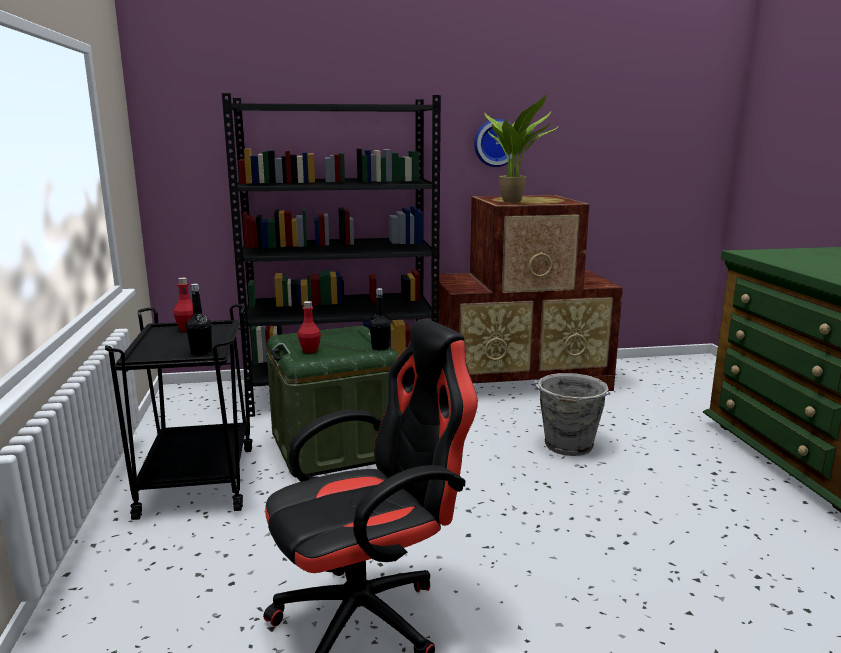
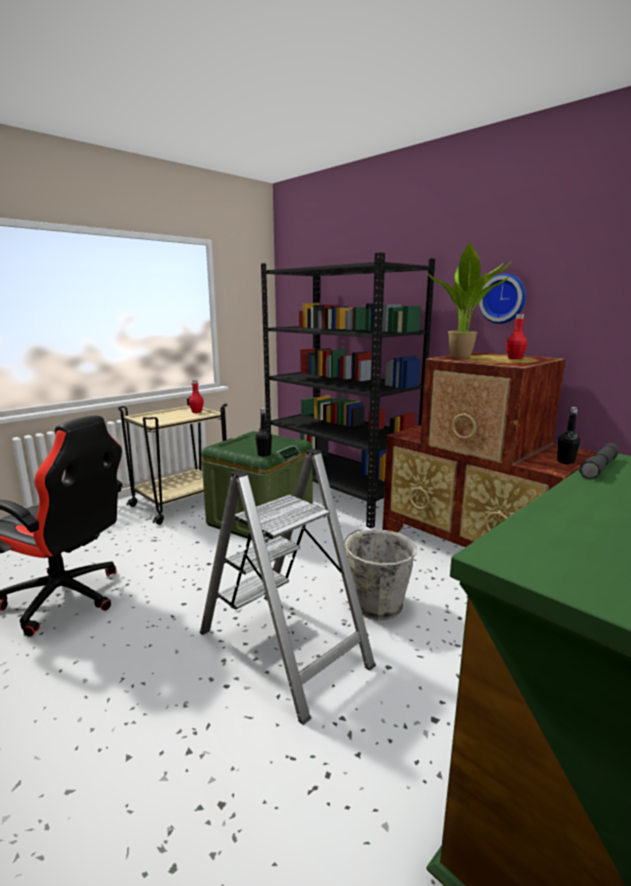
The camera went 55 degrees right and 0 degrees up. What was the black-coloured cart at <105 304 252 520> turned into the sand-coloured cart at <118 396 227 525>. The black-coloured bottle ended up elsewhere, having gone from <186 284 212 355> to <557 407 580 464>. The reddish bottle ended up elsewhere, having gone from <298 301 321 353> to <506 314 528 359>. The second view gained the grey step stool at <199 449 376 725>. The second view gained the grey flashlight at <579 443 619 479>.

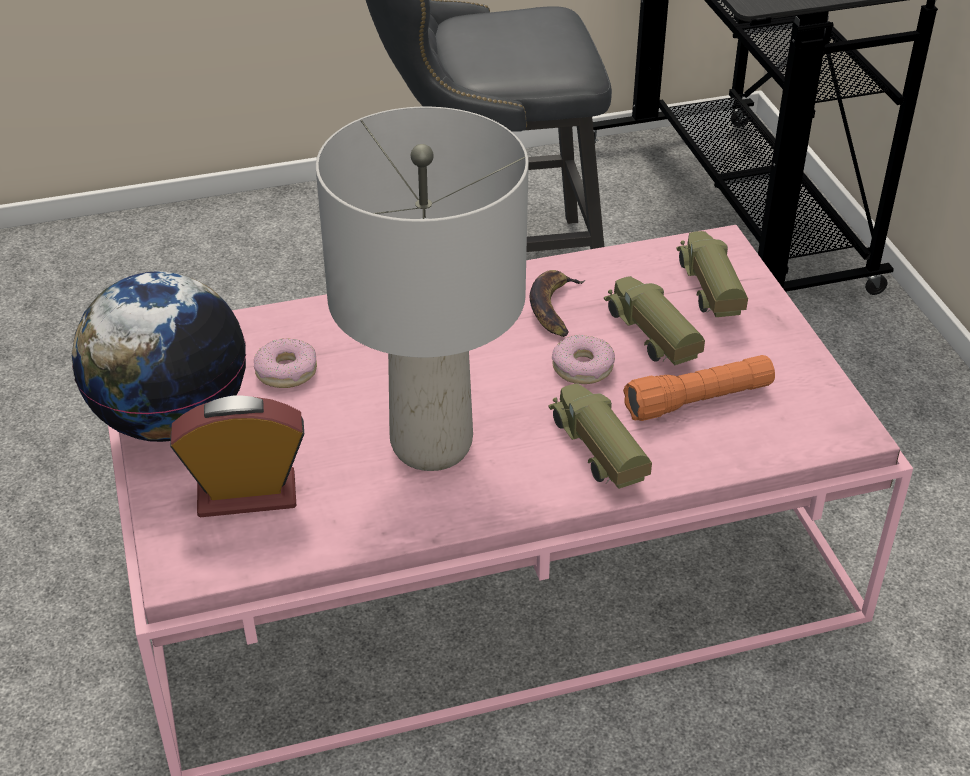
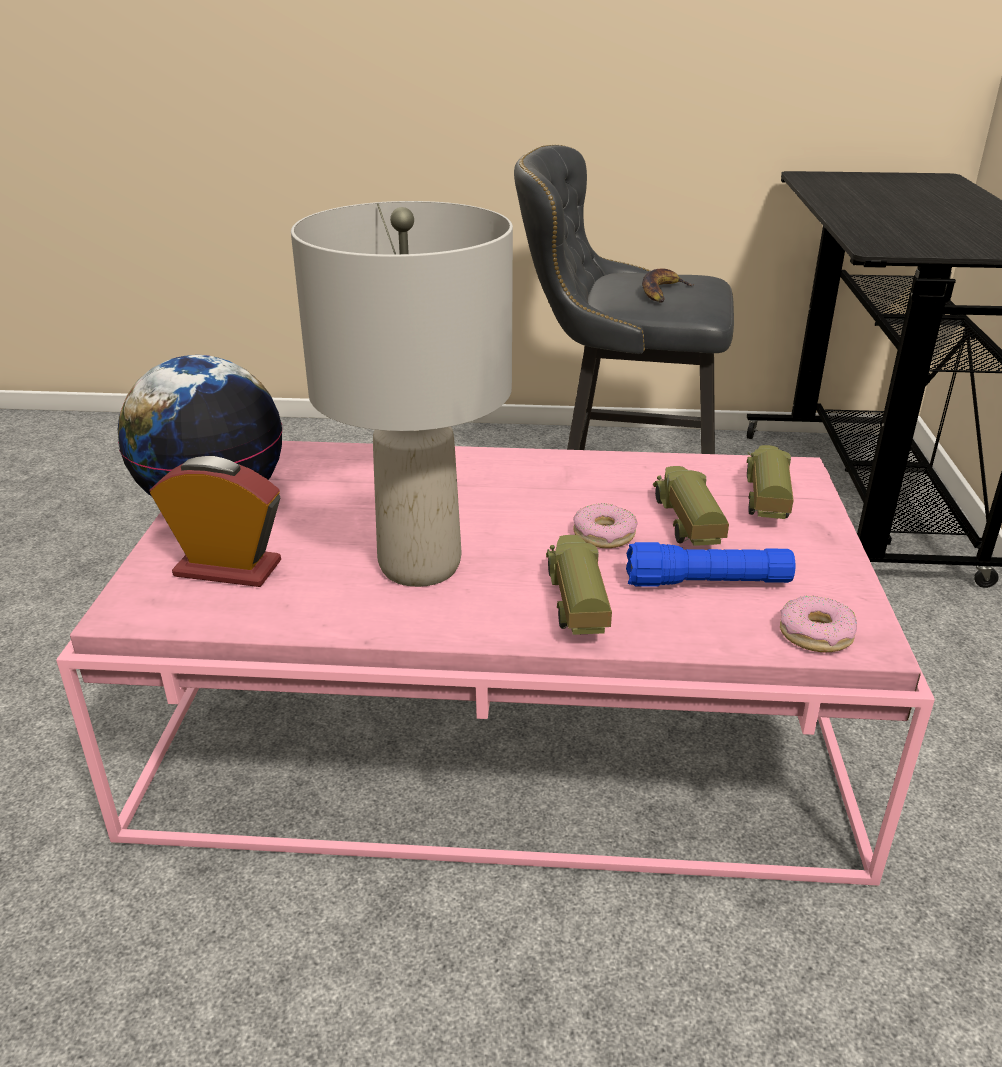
The camera went 20 degrees right and 10 degrees down. The donut ended up elsewhere, having gone from <254 339 317 388> to <780 596 857 652>. The whole banana ended up elsewhere, having gone from <530 270 585 337> to <642 269 694 303>. What was the orange-coloured flashlight at <623 355 775 421> turned into the bluish flashlight at <626 542 795 587>.

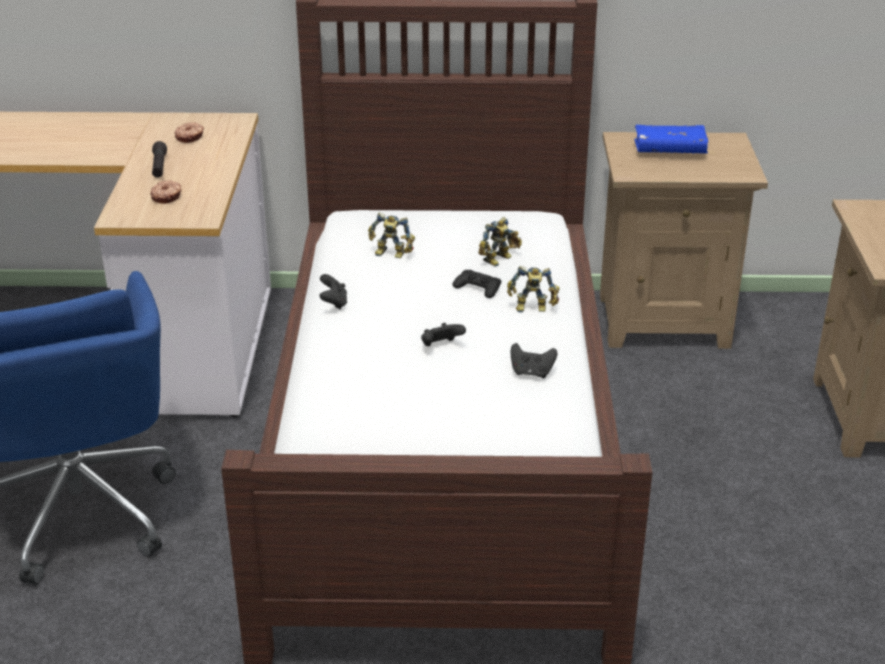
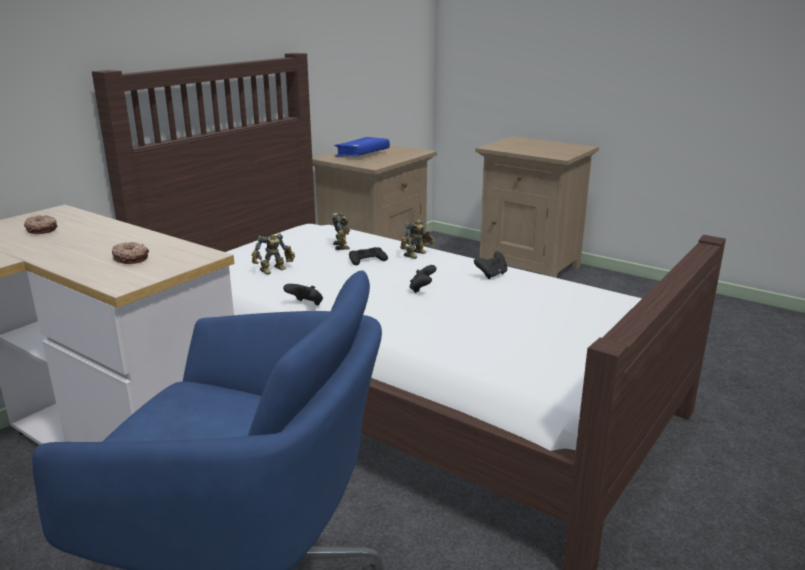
The camera went 55 degrees left and 10 degrees down. The second view lost the black-coloured flashlight at <152 141 167 178>.

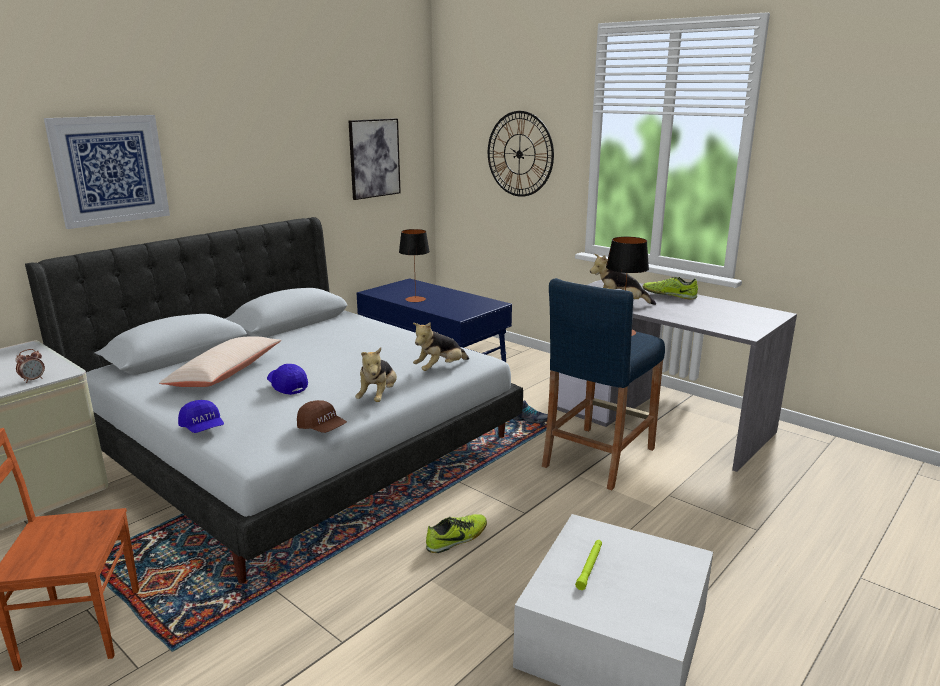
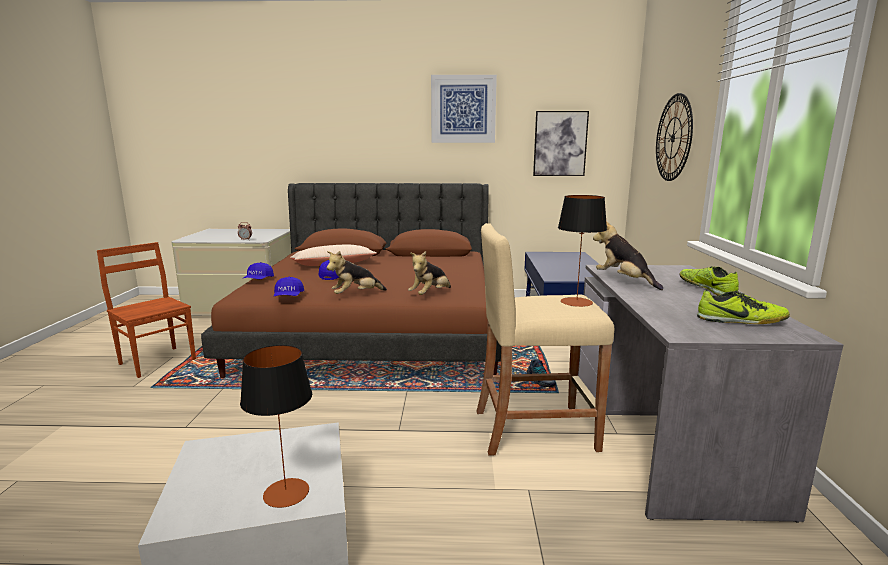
The camera went 50 degrees right and 5 degrees down. What was the grey bed at <25 217 523 584> turned into the brownish bed at <201 183 501 378>. The wall picture ended up elsewhere, having gone from <44 115 170 229> to <431 75 497 143>. What was the brownish peaked cap at <297 400 347 433> turned into the bluish peaked cap at <274 277 304 296>. The lamp for a table ended up elsewhere, having gone from <399 229 430 302> to <240 345 312 508>. The soft toy at <413 322 469 371> ended up facing another way, 60 degrees counterclockwise from before. The low shoe ended up elsewhere, having gone from <426 514 487 553> to <697 290 790 324>. What was the bluish stool at <542 278 665 490> turned into the sand-coloured stool at <476 223 614 456>. The second view lost the green-coloured flashlight at <575 540 602 590>.

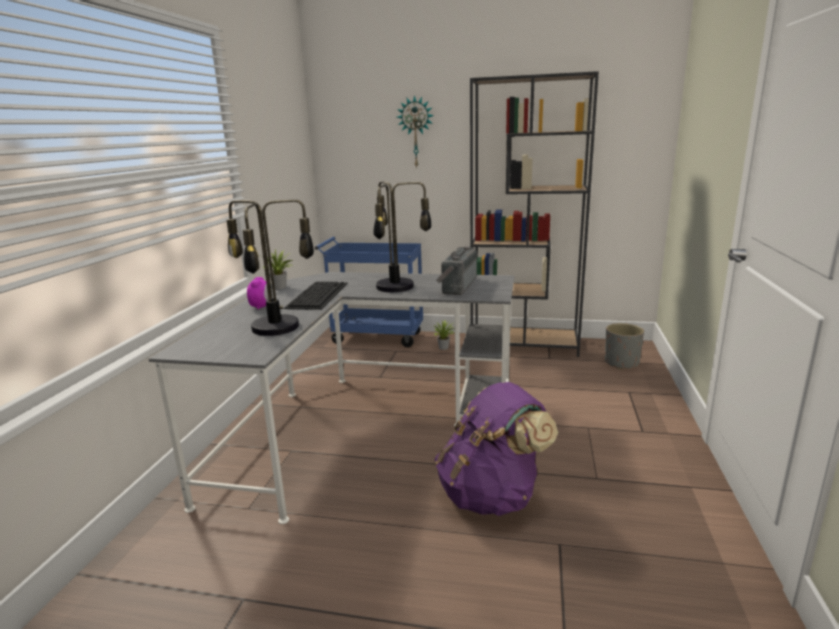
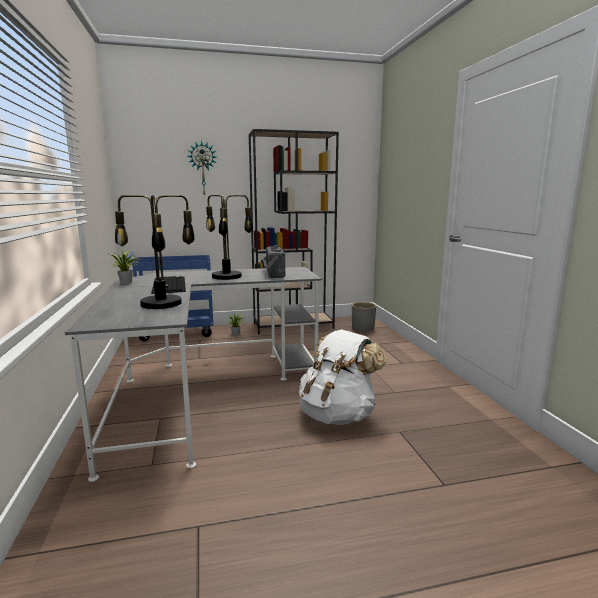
The camera went 25 degrees left and 5 degrees down. The second view lost the bedside clock at <247 277 269 310>. What was the purplish knapsack at <435 382 558 516> turned into the whitish knapsack at <299 330 387 425>.

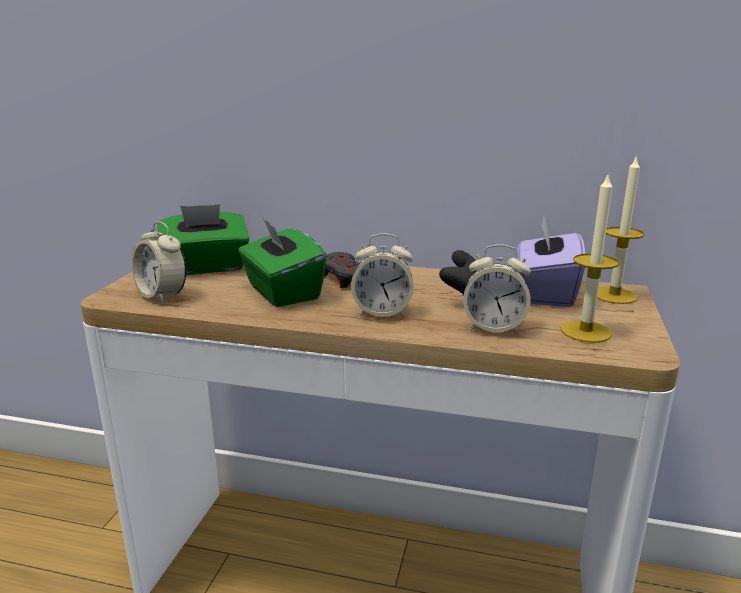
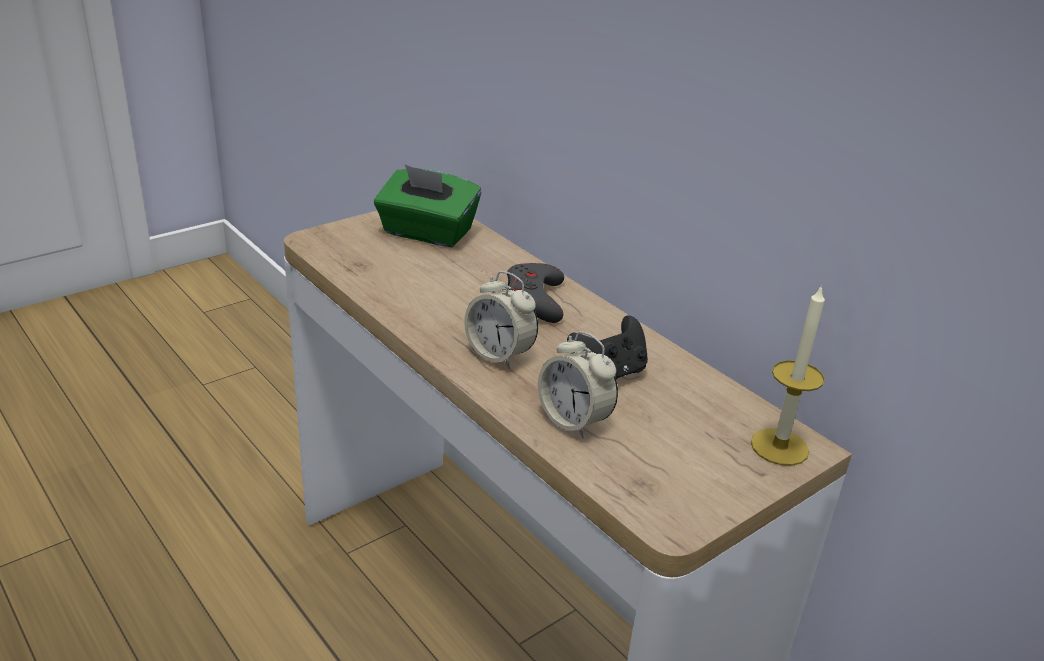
The camera went 35 degrees right and 10 degrees up. The second view lost the bedside clock at <132 221 186 303>. The second view lost the green-coloured box of tissues at <238 218 327 307>. The second view lost the purplish box of tissues at <517 217 585 307>. The second view lost the candle at <561 172 619 343>.

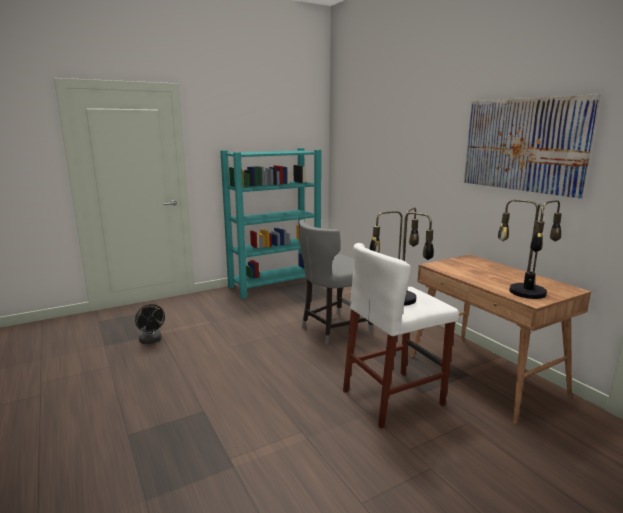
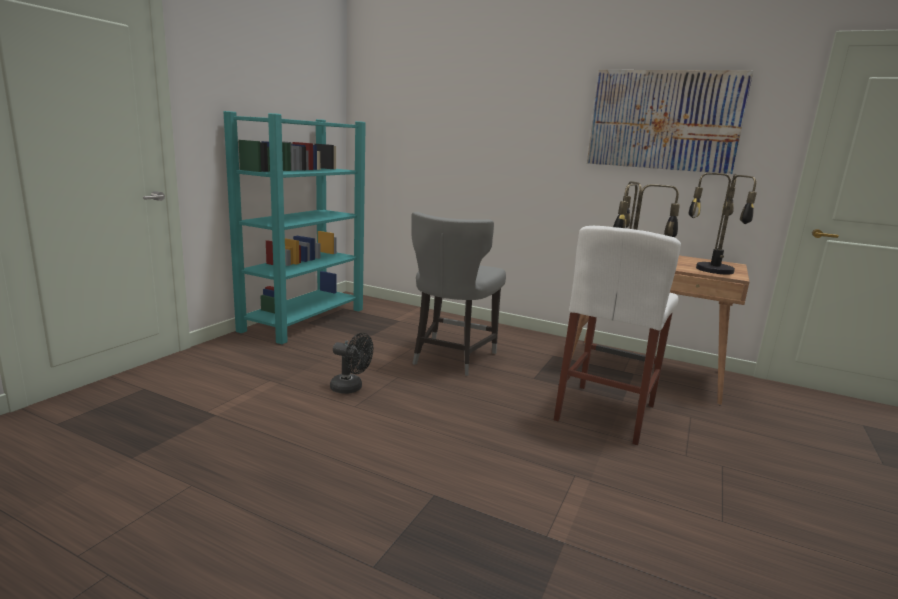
The camera went 35 degrees left and 0 degrees up. The black-coloured fan ended up elsewhere, having gone from <135 304 165 344> to <330 333 373 394>.

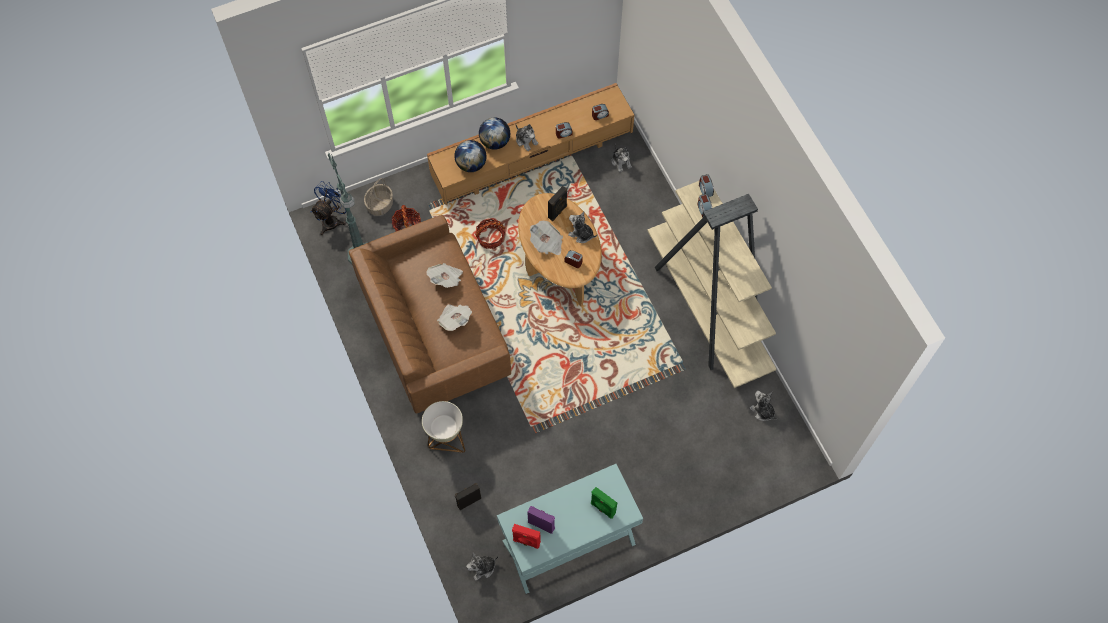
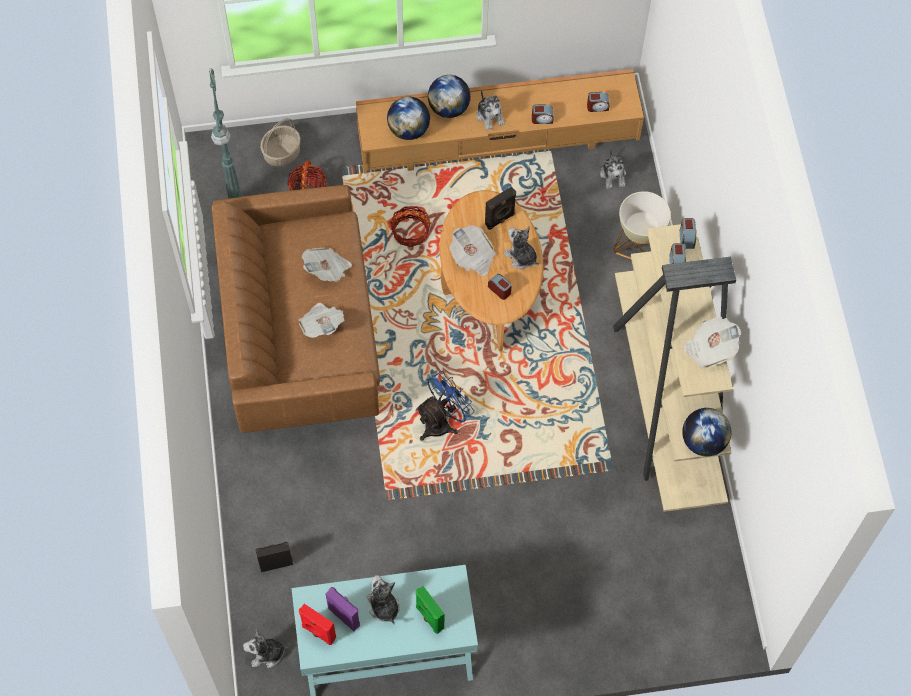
The camera went 15 degrees right and 0 degrees up. The bluish fan ended up elsewhere, having gone from <311 181 346 235> to <415 371 474 441>. The planter ended up elsewhere, having gone from <422 401 465 453> to <613 191 671 259>. The soft toy ended up elsewhere, having gone from <749 391 777 421> to <367 575 400 624>. The second view gained the desk globe at <682 408 732 456>. The second view gained the printed paper at <683 317 741 369>.

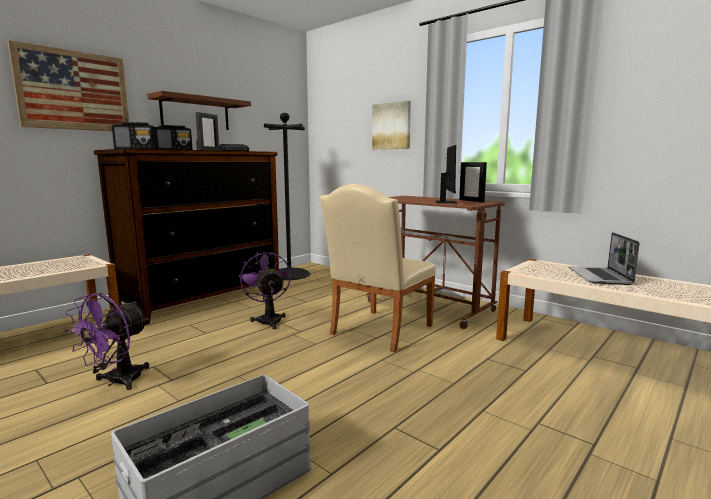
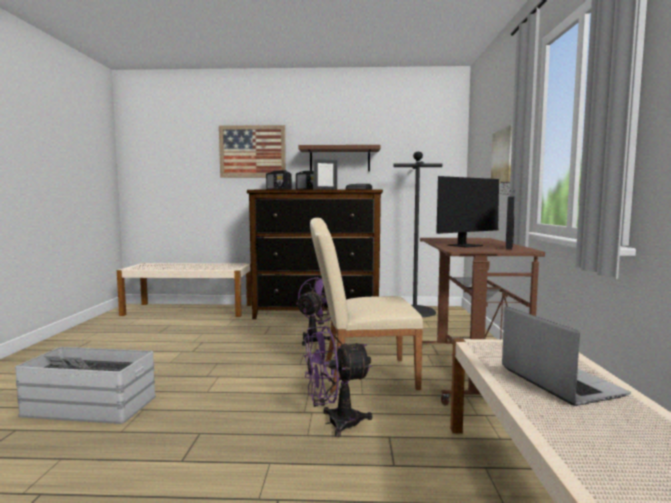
The camera went 50 degrees right and 5 degrees down. The purplish fan ended up elsewhere, having gone from <65 293 149 390> to <304 326 372 437>. The laptop at <569 232 640 285> ended up facing another way, 105 degrees clockwise from before.

